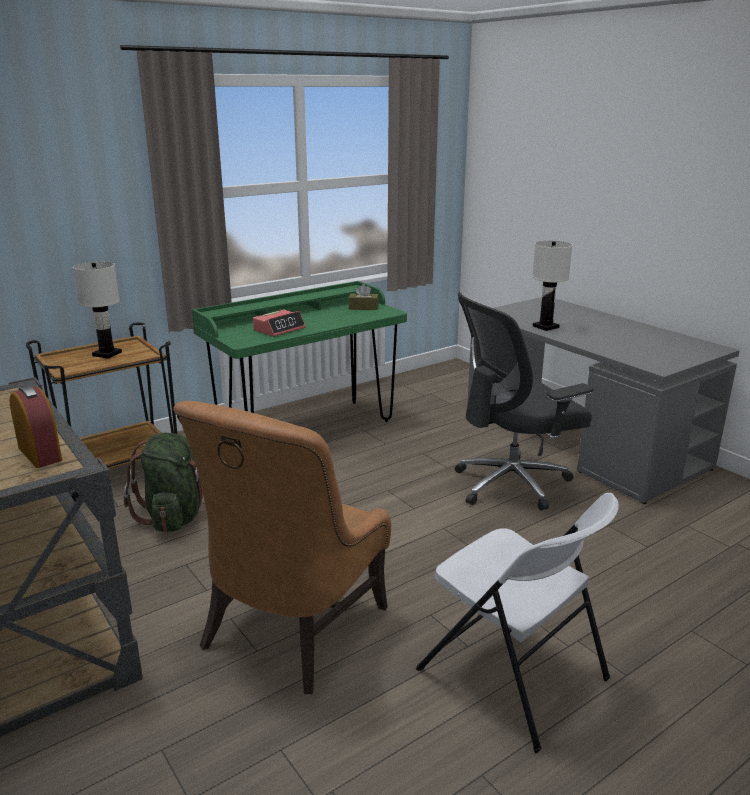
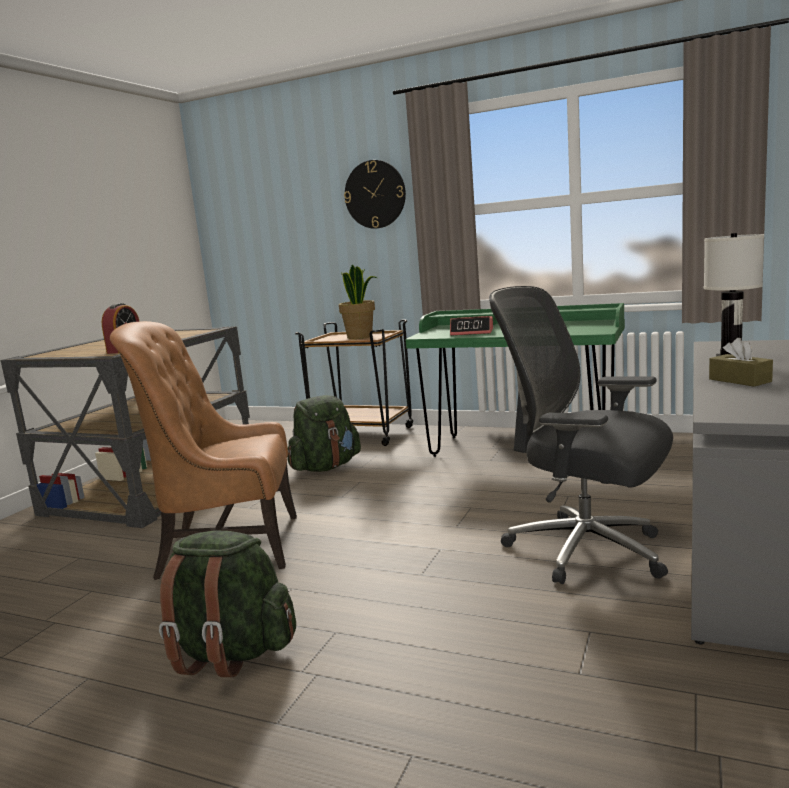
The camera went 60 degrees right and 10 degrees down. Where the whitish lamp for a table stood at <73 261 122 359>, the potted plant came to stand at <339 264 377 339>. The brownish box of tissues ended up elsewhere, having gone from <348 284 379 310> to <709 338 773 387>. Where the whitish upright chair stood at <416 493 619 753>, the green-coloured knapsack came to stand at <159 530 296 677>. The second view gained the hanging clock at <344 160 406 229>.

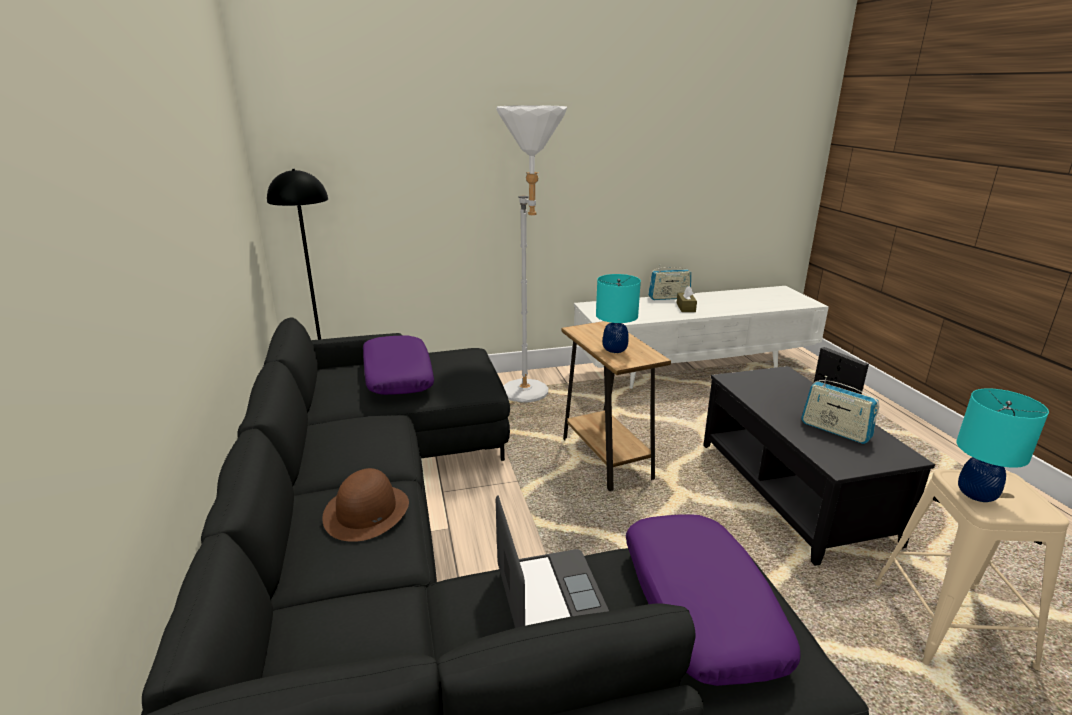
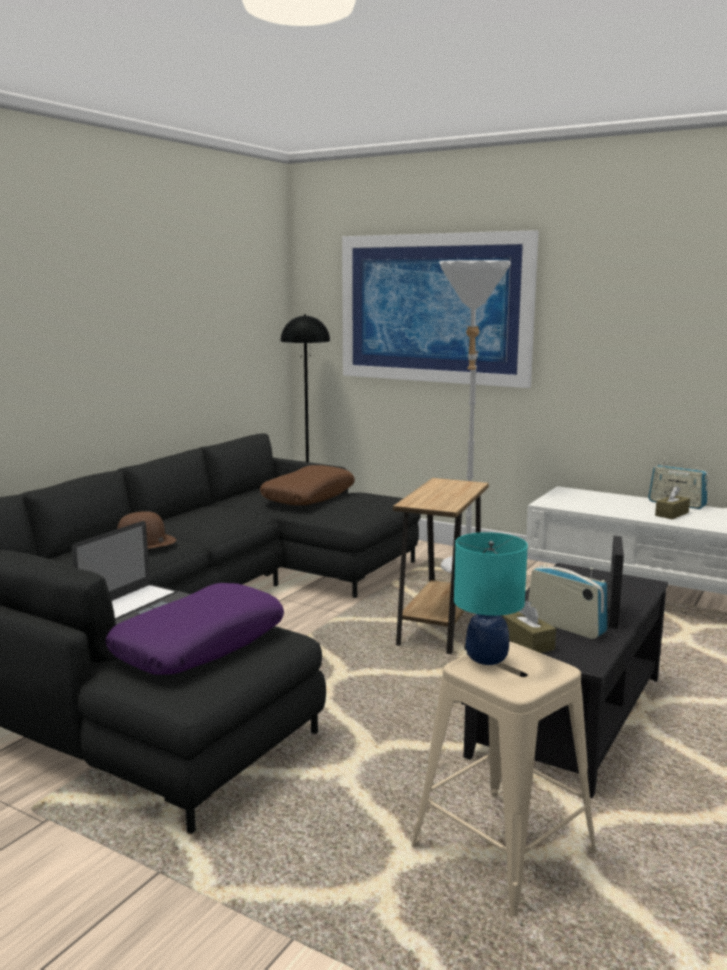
The camera went 45 degrees right and 10 degrees down. What was the purplish pillow at <363 335 434 395> turned into the brownish pillow at <260 465 355 505>. The second view lost the turquoise-coloured lamp for a table at <596 274 641 353>. The radio at <801 376 880 444> ended up facing another way, 135 degrees clockwise from before. The second view gained the wall picture at <342 230 539 388>. The second view gained the brownish box of tissues at <502 601 556 653>.

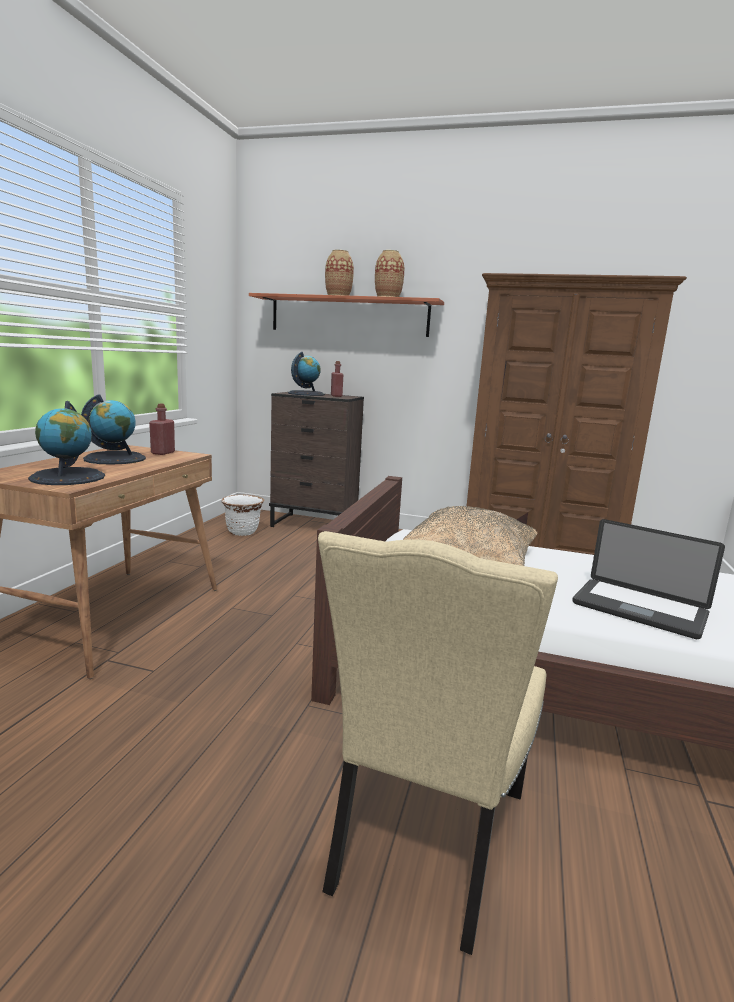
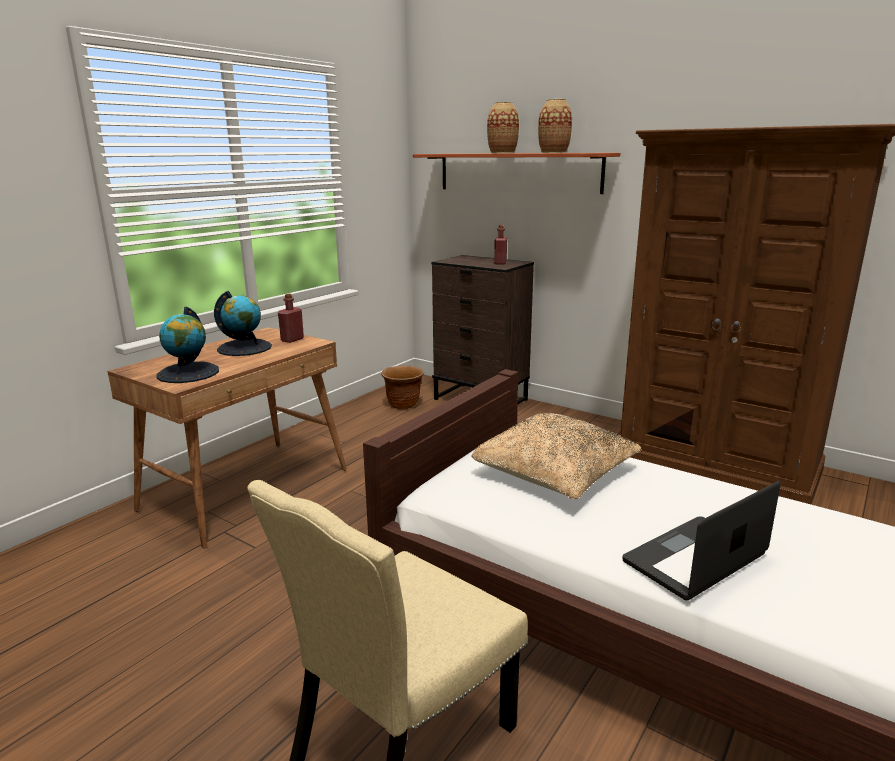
The camera went 20 degrees right and 5 degrees up. What was the whitish planter at <221 495 264 536> turned into the brownish planter at <381 365 424 409>. The second view lost the desk globe at <288 352 325 396>. The laptop at <572 519 725 639> ended up facing another way, 90 degrees clockwise from before.

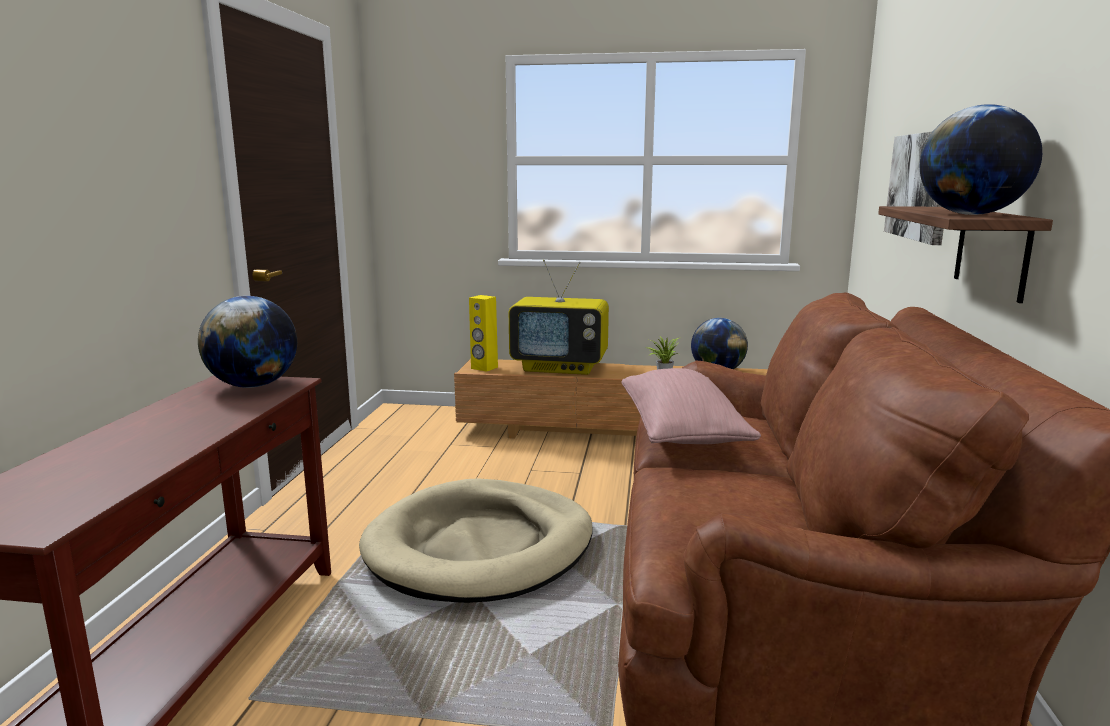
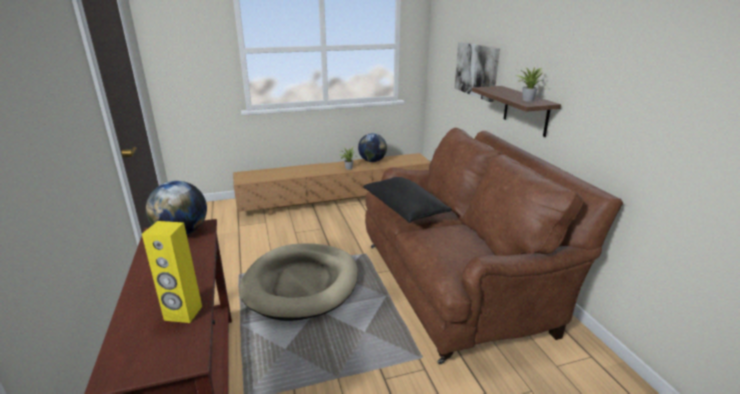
The camera went 25 degrees left and 10 degrees up. The yellowish loudspeaker ended up elsewhere, having gone from <469 295 498 372> to <142 221 202 323>. The second view lost the TV set at <509 260 609 375>. What was the pinkish pillow at <621 368 761 444> turned into the black-coloured pillow at <363 177 452 223>. Where the desk globe stood at <920 104 1042 215>, the potted plant came to stand at <515 67 544 102>.

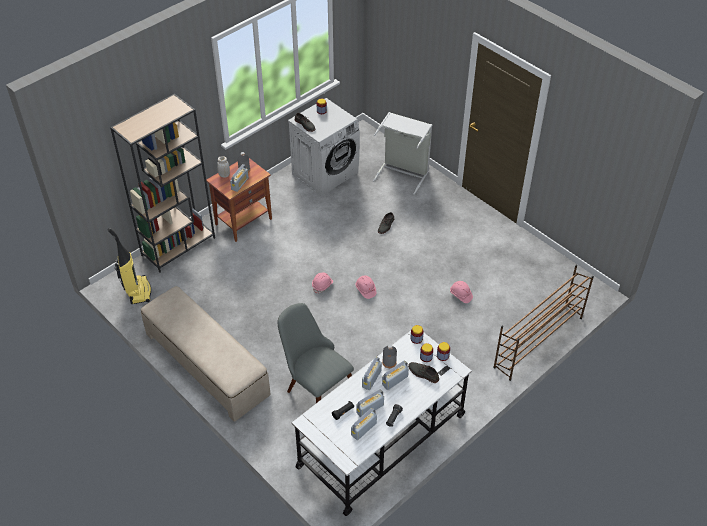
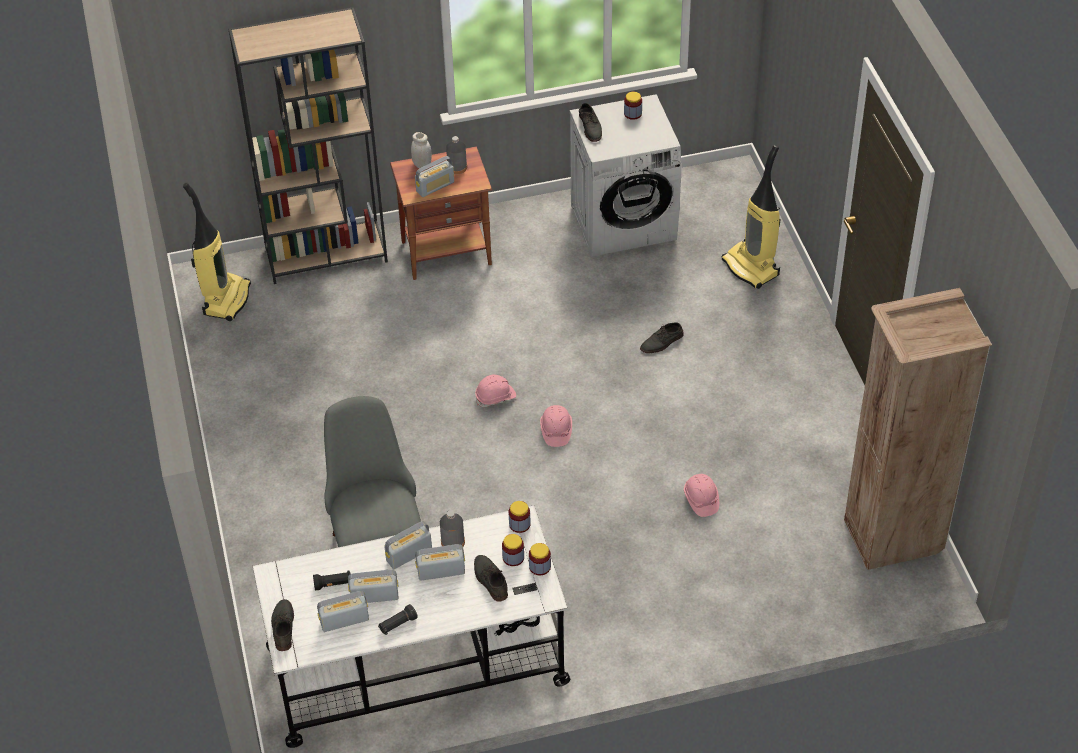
The camera went 30 degrees right and 0 degrees up. The second view lost the sand-coloured long seat at <141 286 271 422>. Where the grey laundry basket stood at <373 112 432 195>, the hoover came to stand at <722 145 780 289>. The second view lost the brownish shoe stand at <493 265 594 381>. The second view gained the grey low shoe at <271 599 294 651>. The second view gained the brownish storage cabinet at <844 288 992 570>.

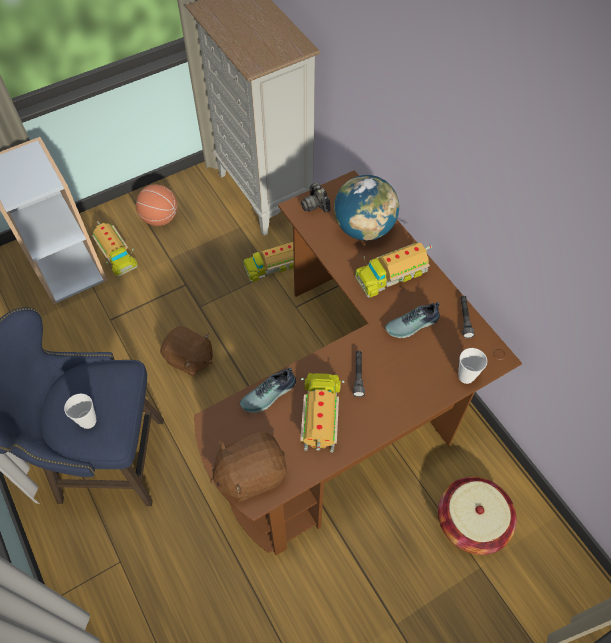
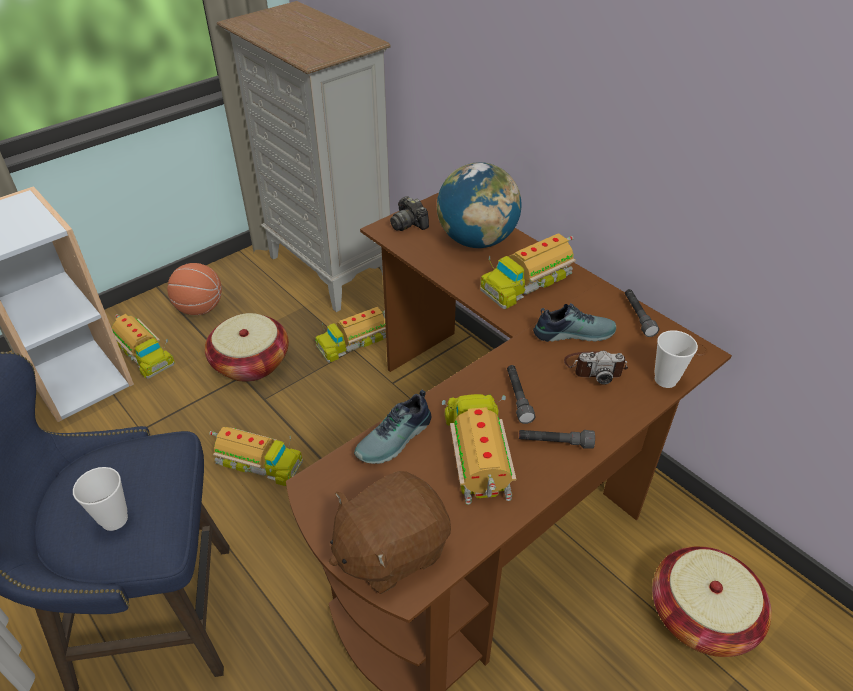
The camera went 10 degrees left and 15 degrees down. Where the brownish soft toy stood at <160 326 213 377>, the model truck came to stand at <209 427 303 486>. The low shoe at <385 302 440 338> ended up facing another way, 150 degrees counterclockwise from before. The second view gained the household basket at <205 313 289 382>. The second view gained the grey flashlight at <519 430 595 449>. The second view gained the still camera at <564 351 628 384>.

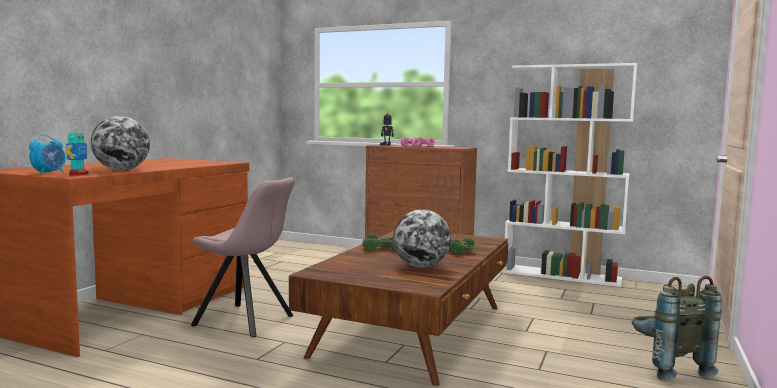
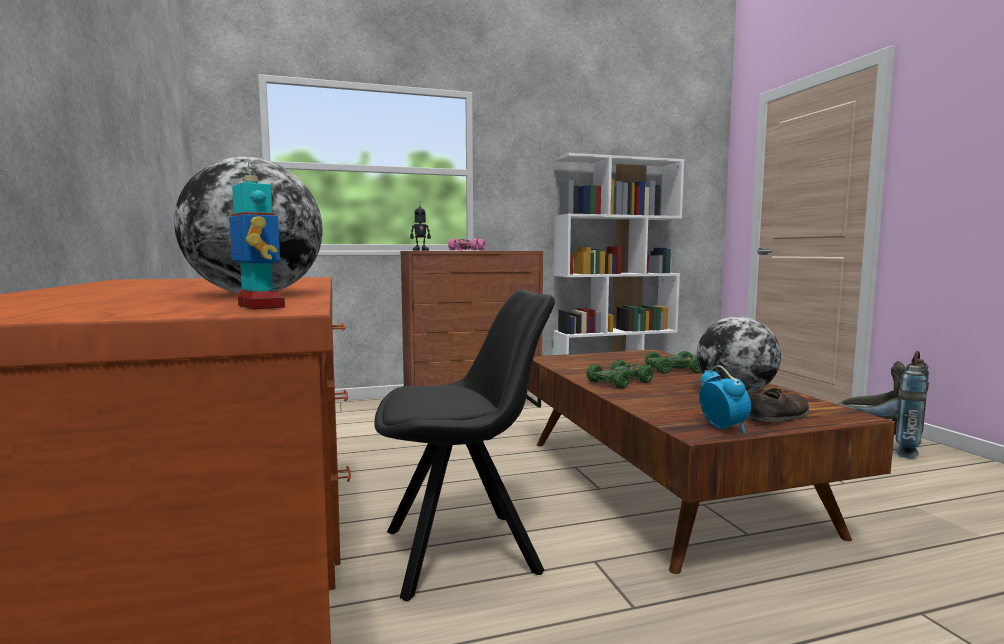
The camera went 40 degrees left and 0 degrees up. The bedside clock ended up elsewhere, having gone from <29 134 66 175> to <699 365 751 434>. What was the pinkish upright chair at <191 177 295 337> turned into the black-coloured upright chair at <374 290 555 601>. The second view gained the brownish low shoe at <748 388 809 423>.

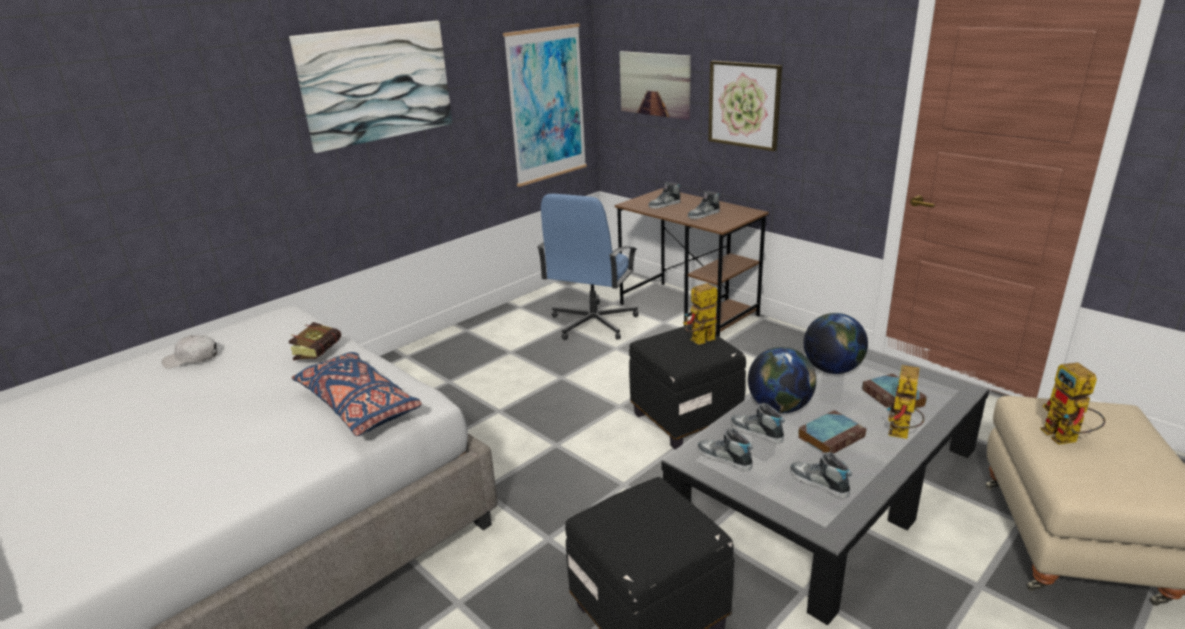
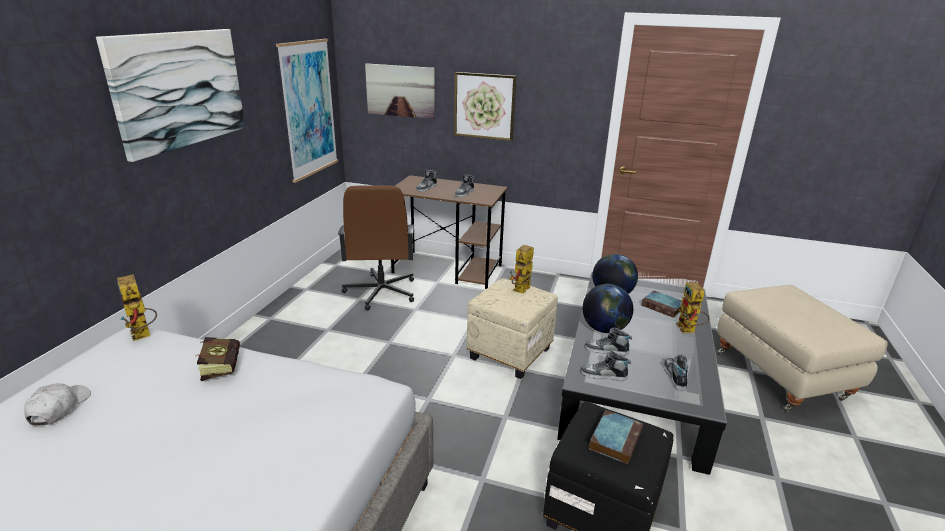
The camera went 30 degrees left and 0 degrees up. The whitish peaked cap at <162 335 217 369> ended up facing another way, 135 degrees clockwise from before. The second view lost the bluish pillow at <291 352 422 436>. What was the bluish office chair at <537 194 639 340> turned into the brownish office chair at <338 185 414 310>. What was the black-coloured pouffe at <629 324 746 450> turned into the sand-coloured pouffe at <467 278 558 379>. The low shoe at <790 452 852 499> ended up facing another way, 75 degrees clockwise from before. The bound book ended up elsewhere, having gone from <798 410 866 454> to <589 410 643 464>. The model robot ended up elsewhere, having gone from <1040 362 1106 445> to <117 274 157 341>.

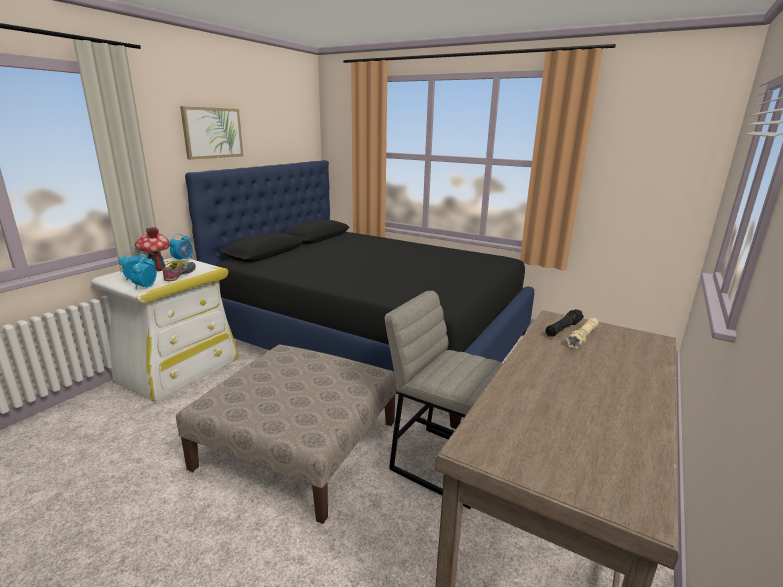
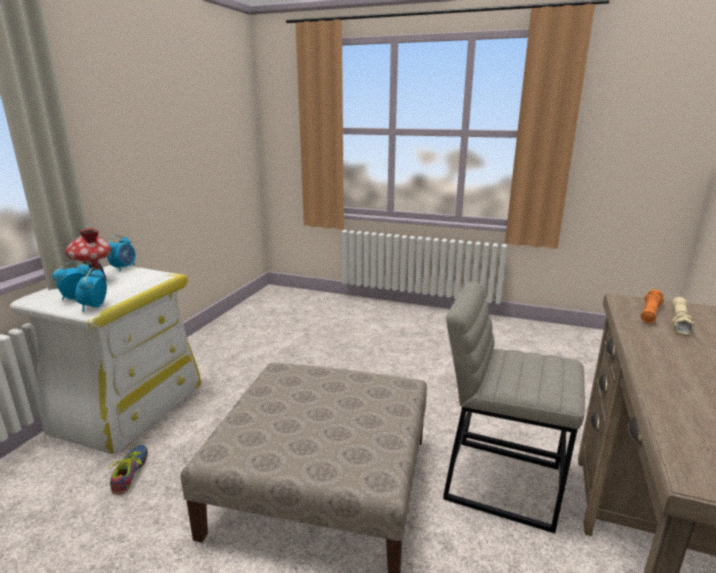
The camera went 10 degrees left and 0 degrees up. The low shoe ended up elsewhere, having gone from <163 261 196 281> to <108 445 148 495>. The second view lost the wall picture at <180 106 243 160>. The second view lost the black-coloured bed at <185 160 534 429>. What was the black-coloured flashlight at <545 309 584 337> turned into the orange-coloured flashlight at <641 289 664 323>.

